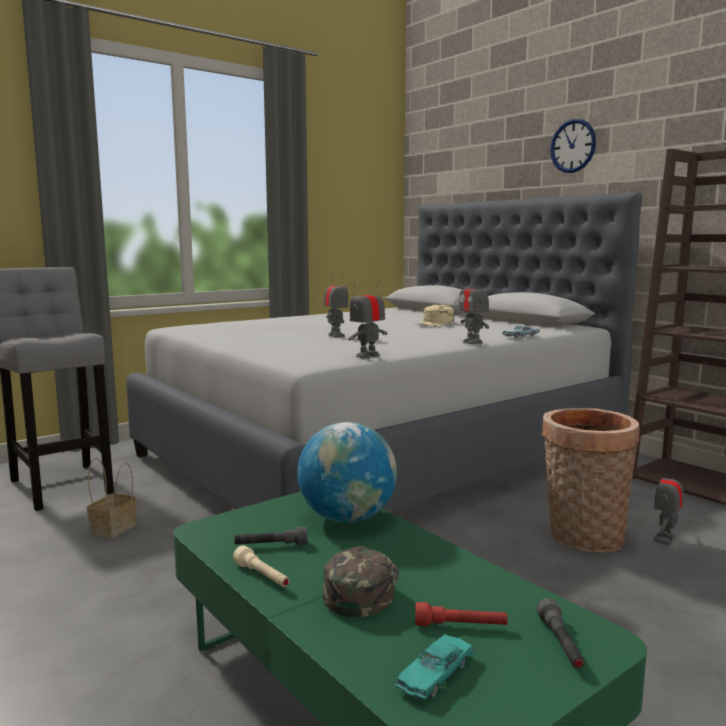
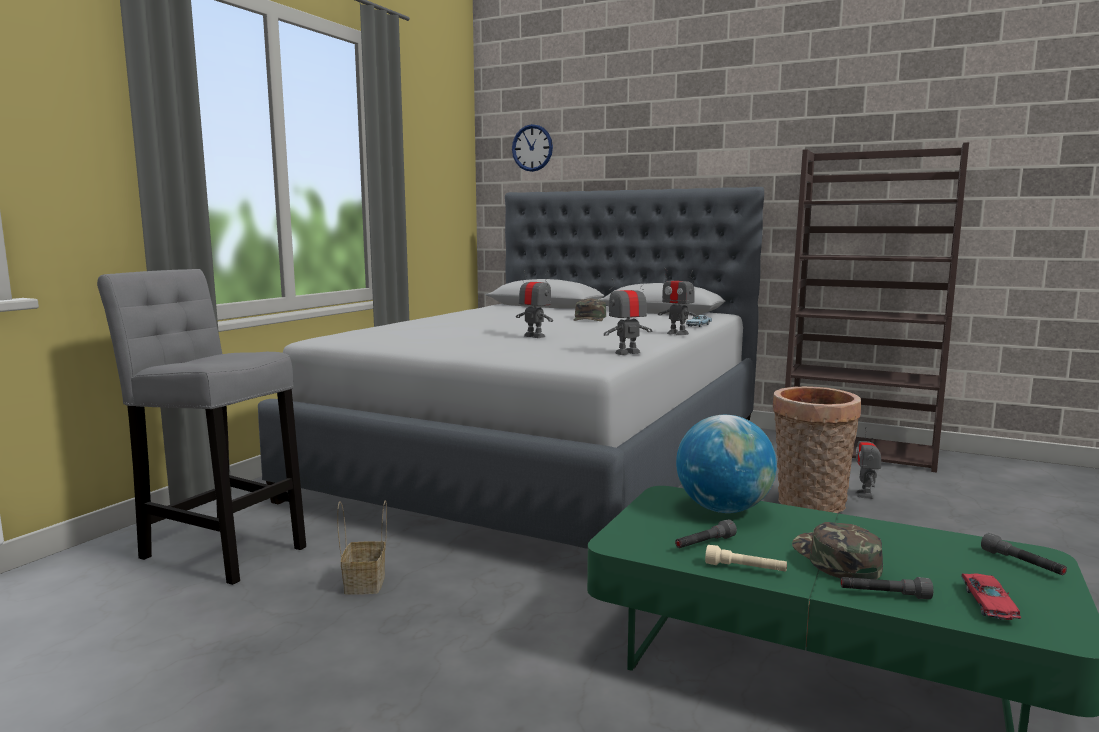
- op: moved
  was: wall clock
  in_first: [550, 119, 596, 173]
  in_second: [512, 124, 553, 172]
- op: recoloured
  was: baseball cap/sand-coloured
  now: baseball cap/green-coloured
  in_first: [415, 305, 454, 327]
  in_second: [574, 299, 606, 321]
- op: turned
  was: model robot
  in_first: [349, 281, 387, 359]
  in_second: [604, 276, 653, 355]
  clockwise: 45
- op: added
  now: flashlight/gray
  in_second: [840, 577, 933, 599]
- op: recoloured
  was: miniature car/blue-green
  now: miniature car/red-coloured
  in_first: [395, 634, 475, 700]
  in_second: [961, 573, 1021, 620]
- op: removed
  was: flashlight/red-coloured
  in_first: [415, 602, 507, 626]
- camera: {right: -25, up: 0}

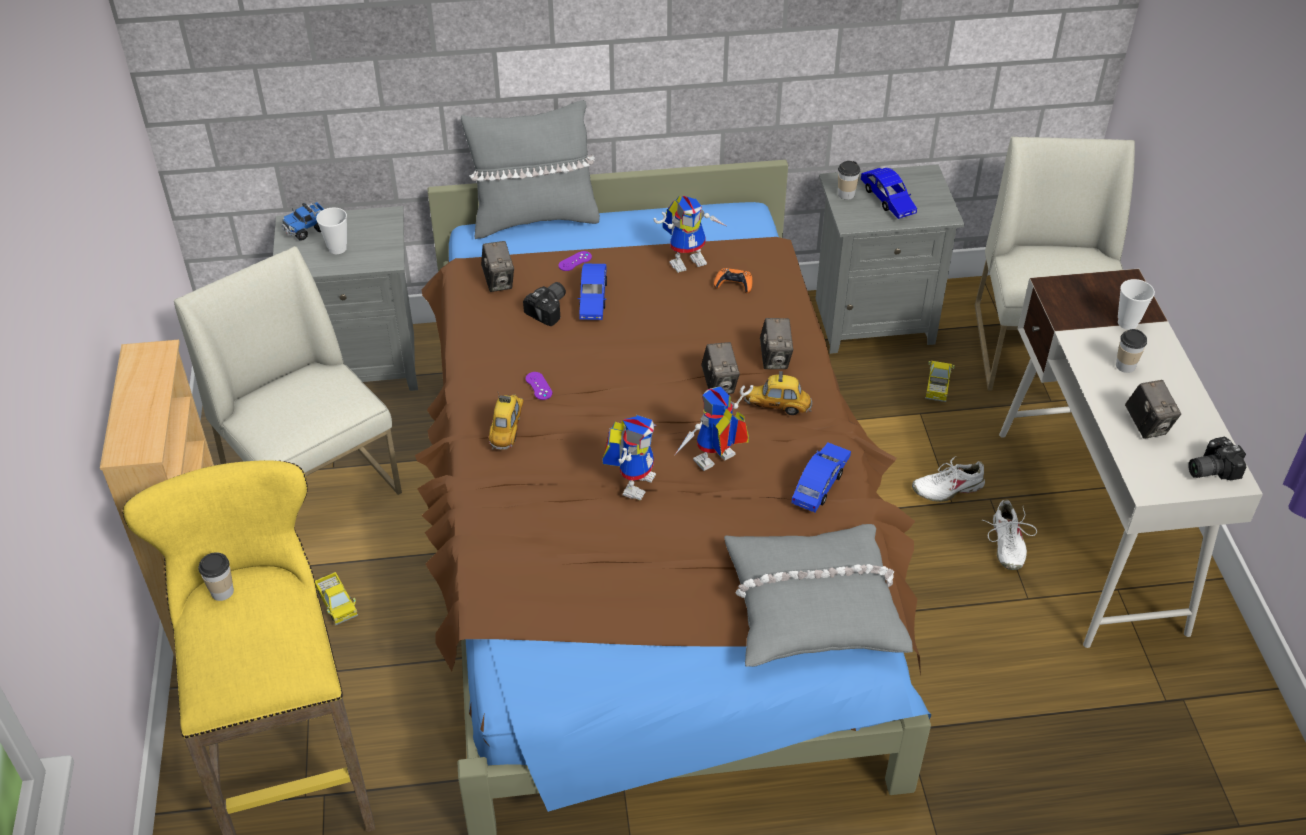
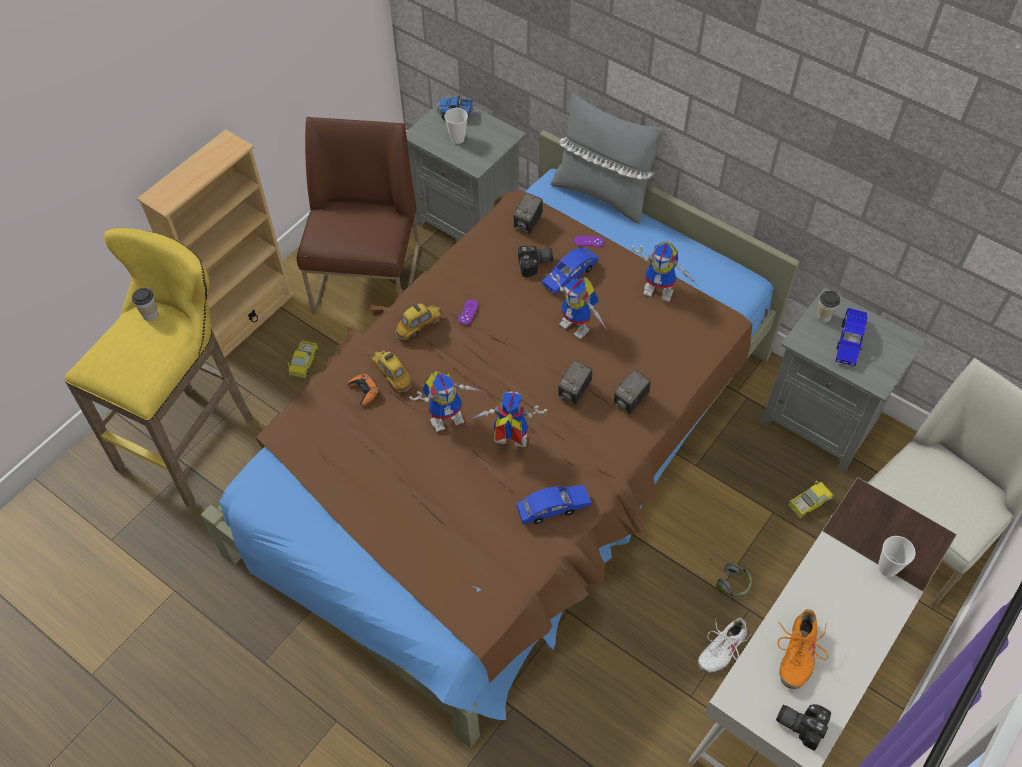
- op: recoloured
  was: plain chair/white-coloured
  now: plain chair/brown-coloured
  in_first: [174, 246, 402, 495]
  in_second: [297, 117, 420, 314]
- op: moved
  was: joypad/orange
  in_first: [714, 268, 752, 293]
  in_second: [348, 374, 379, 406]
- op: moved
  was: miniature car
  in_first: [744, 371, 813, 415]
  in_second: [371, 350, 413, 394]
- op: added
  now: model robot
  in_second: [550, 273, 607, 339]
- op: replaced
  was: shoe/white-coloured
  now: headphones/gray
  in_first: [912, 456, 985, 502]
  in_second: [711, 550, 752, 597]
- op: replaced
  was: still camera
  now: shoe/orange
  in_first: [1125, 380, 1182, 439]
  in_second: [778, 609, 828, 689]
- op: removed
  was: throw pillow/gray
  in_first: [724, 524, 913, 667]
- op: removed
  was: drinking cup
  in_first: [1116, 329, 1147, 373]
- camera: {right: 45, up: 10}

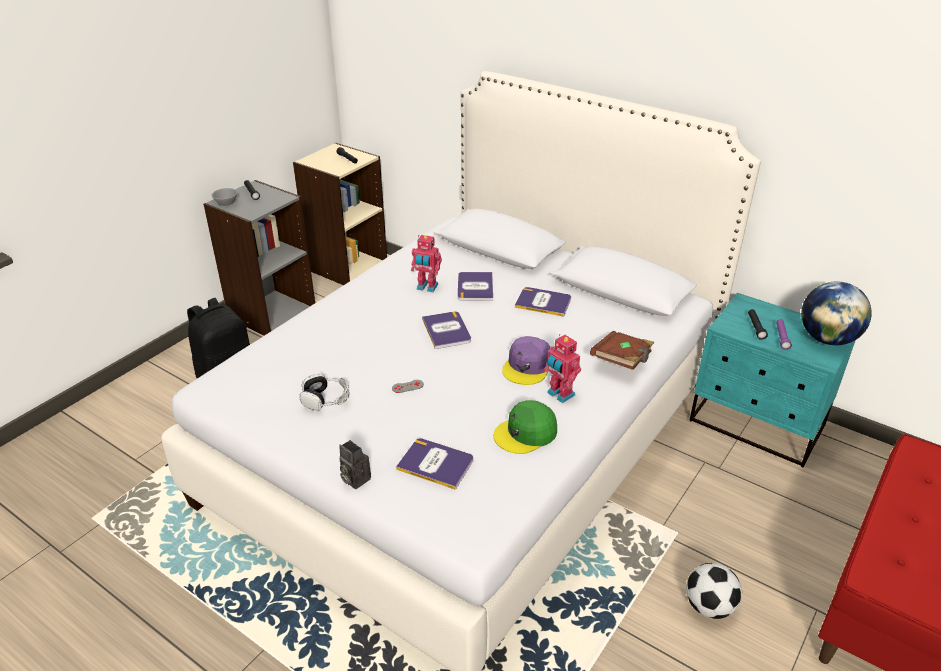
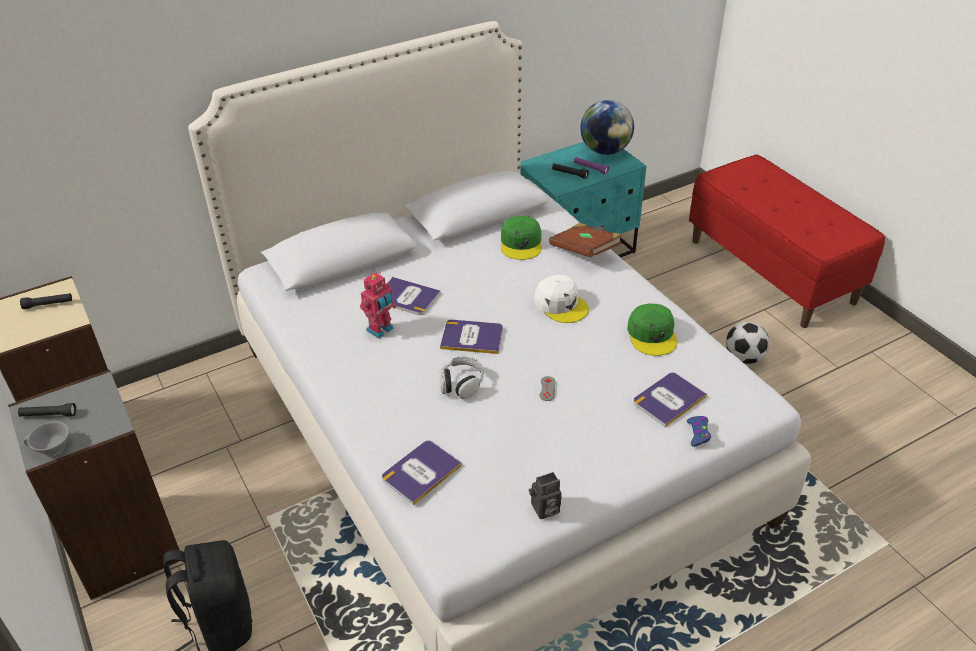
- op: moved
  was: book
  in_first: [515, 287, 571, 317]
  in_second: [382, 441, 462, 505]
- op: moved
  was: headphones
  in_first: [299, 374, 349, 411]
  in_second: [439, 356, 484, 399]
- op: added
  now: baseball cap/green-coloured
  in_second: [501, 216, 542, 260]
- op: moved
  was: still camera
  in_first: [339, 440, 371, 489]
  in_second: [529, 472, 562, 519]
- op: recoloured
  was: baseball cap/purplish
  now: baseball cap/white-coloured
  in_first: [502, 336, 551, 385]
  in_second: [534, 275, 589, 323]
- op: added
  now: joypad/bluish
  in_second: [687, 416, 711, 447]
- op: removed
  was: model robot
  in_first: [544, 334, 581, 403]
- camera: {right: -65, up: 5}

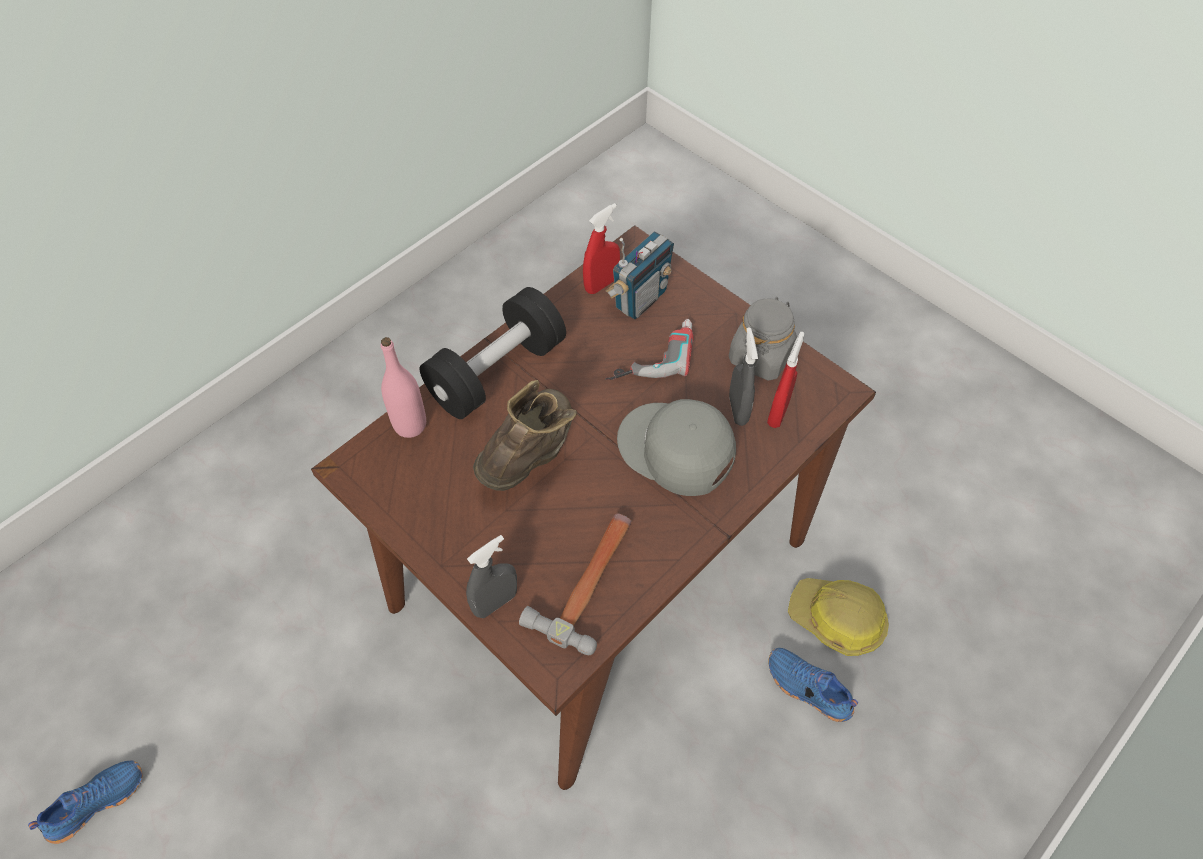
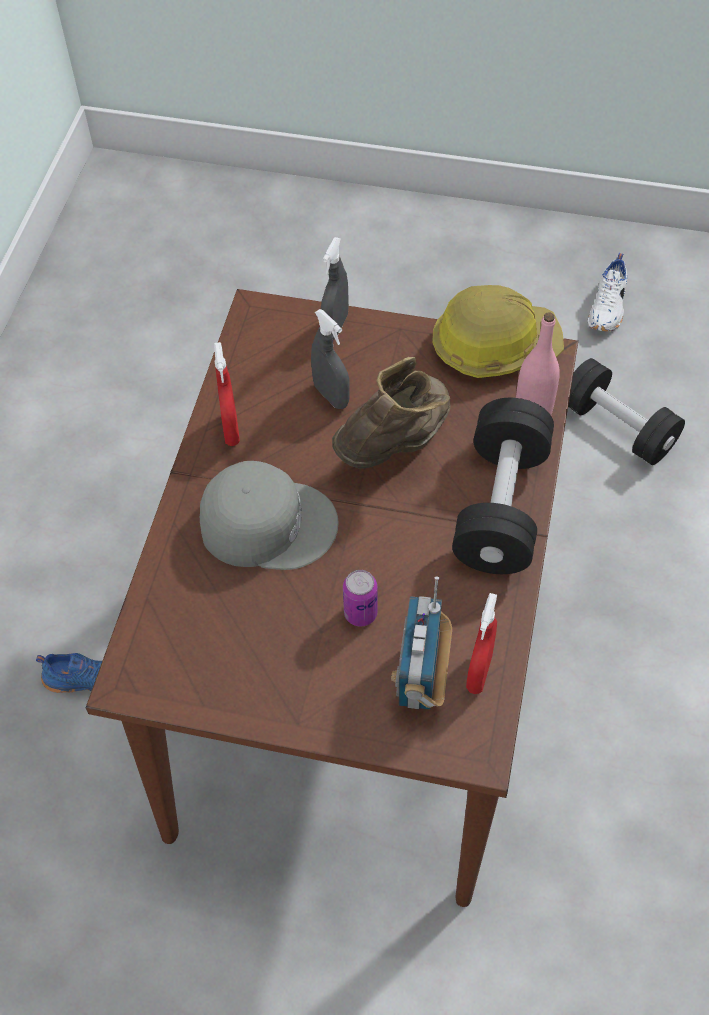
- op: moved
  was: spray bottle/red-coloured
  in_first: [767, 332, 805, 428]
  in_second: [214, 342, 240, 446]
- op: moved
  was: spray bottle/gray
  in_first: [729, 327, 758, 426]
  in_second: [311, 309, 350, 409]
- op: turned
  was: high-top boot/brown-coloured
  in_first: [473, 380, 577, 491]
  in_second: [332, 357, 451, 469]
  clockwise: -135
- op: replaced
  was: drill
  now: metal can
  in_first: [605, 319, 694, 380]
  in_second: [343, 570, 378, 627]
- op: moved
  was: hard hat
  in_first: [788, 578, 889, 656]
  in_second: [433, 285, 564, 378]
- op: added
  now: free weight/black-coloured
  in_second: [568, 358, 685, 465]
- op: recoloured
  was: shoe/bluish
  now: shoe/white-coloured
  in_first: [28, 760, 143, 844]
  in_second: [588, 253, 627, 331]
- op: removed
  was: hammer
  in_first: [519, 513, 631, 655]
- op: removed
  was: storage jar/gray
  in_first: [729, 297, 797, 380]
- camera: {right: 150, up: 0}

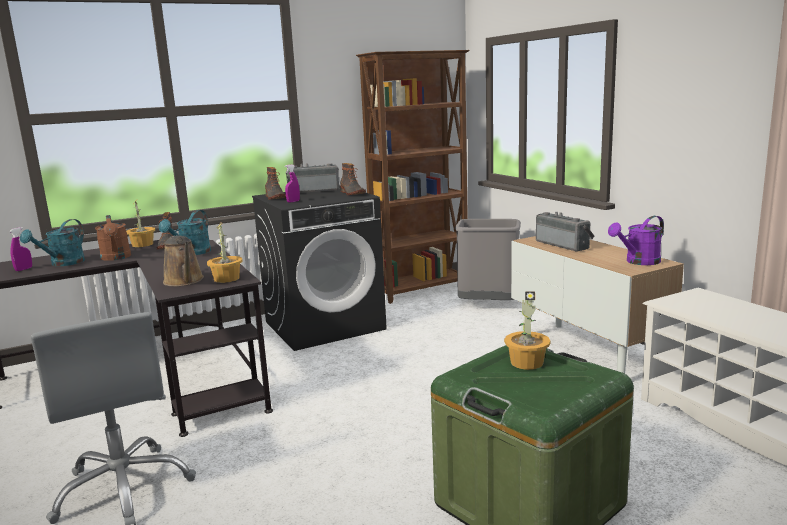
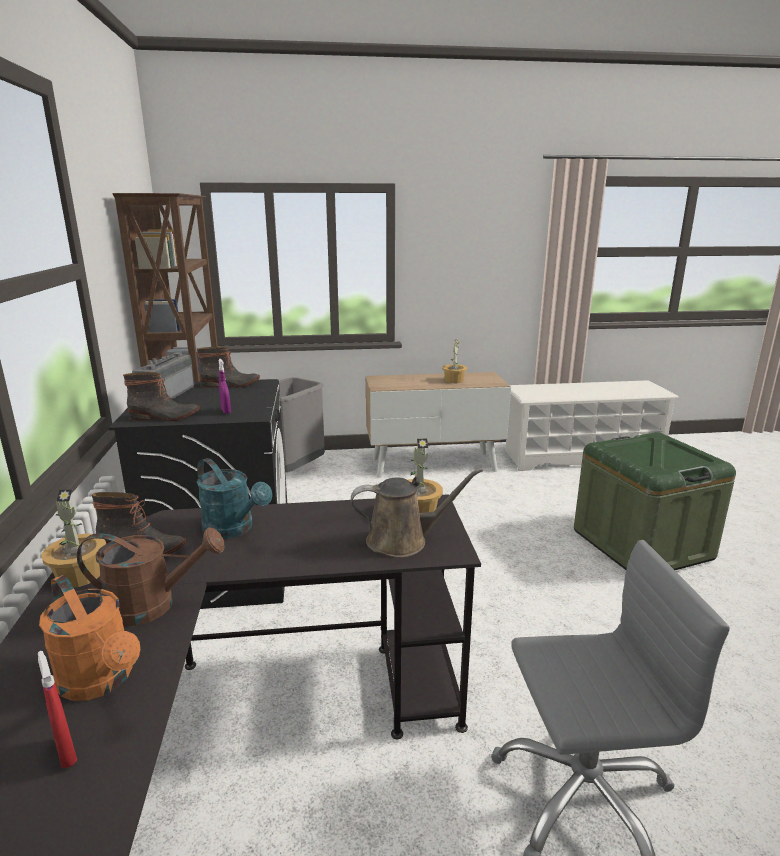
- op: recoloured
  was: spray bottle/purplish
  now: spray bottle/red-coloured
  in_first: [9, 227, 32, 271]
  in_second: [38, 651, 77, 768]
- op: recoloured
  was: sprinkling can/blue-green
  now: sprinkling can/orange
  in_first: [20, 219, 85, 266]
  in_second: [39, 575, 140, 701]
- op: moved
  was: potted plant
  in_first: [504, 291, 550, 370]
  in_second: [442, 339, 467, 383]
- op: removed
  was: radio
  in_first: [536, 212, 594, 252]
- op: removed
  was: sprinkling can/purplish
  in_first: [608, 216, 664, 265]
- camera: {right: -70, up: 5}

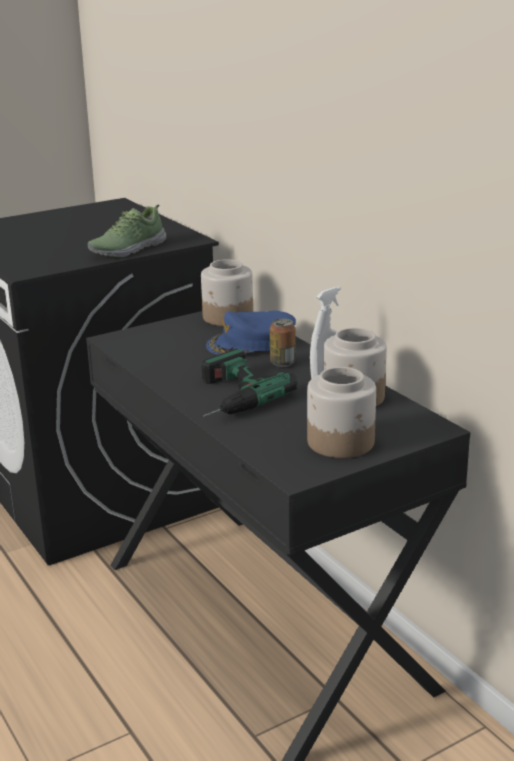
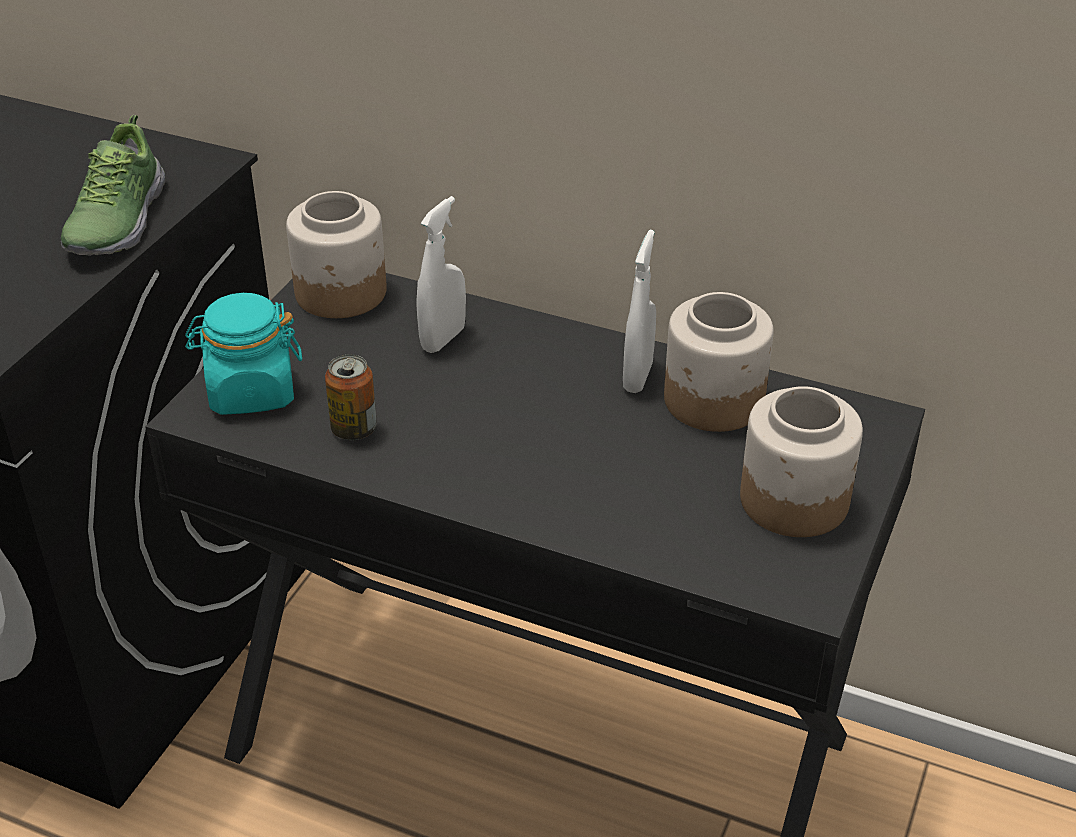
- op: added
  now: storage jar/blue-green
  in_second: [185, 293, 302, 415]
- op: moved
  was: metal can
  in_first: [270, 318, 295, 367]
  in_second: [325, 354, 377, 440]
- op: replaced
  was: baseball cap/bluish
  now: spray bottle/white-coloured
  in_first: [206, 311, 296, 355]
  in_second: [416, 196, 466, 353]
- op: removed
  was: drill
  in_first: [201, 349, 297, 417]
- camera: {right: -35, up: 15}

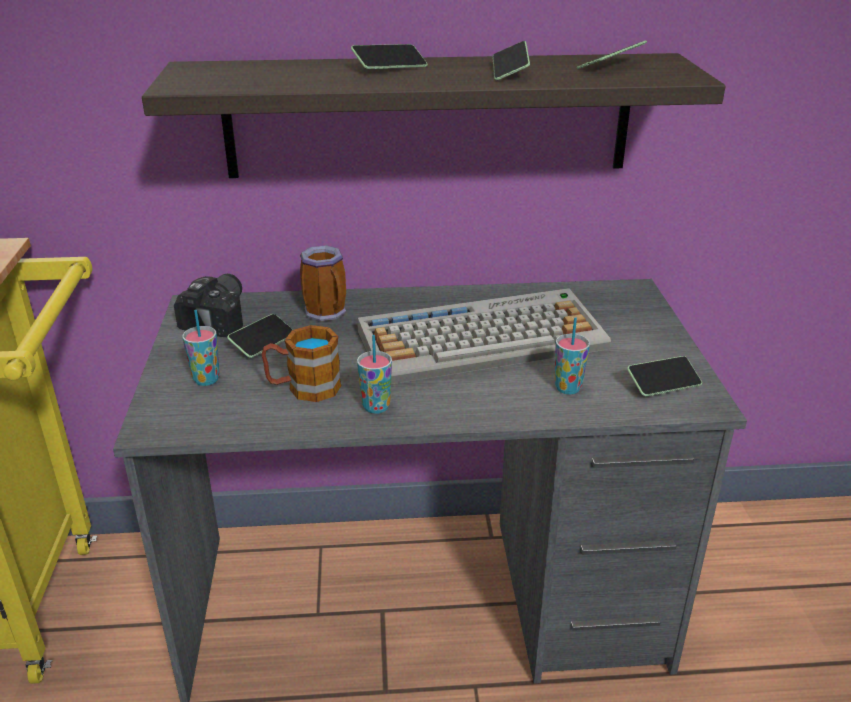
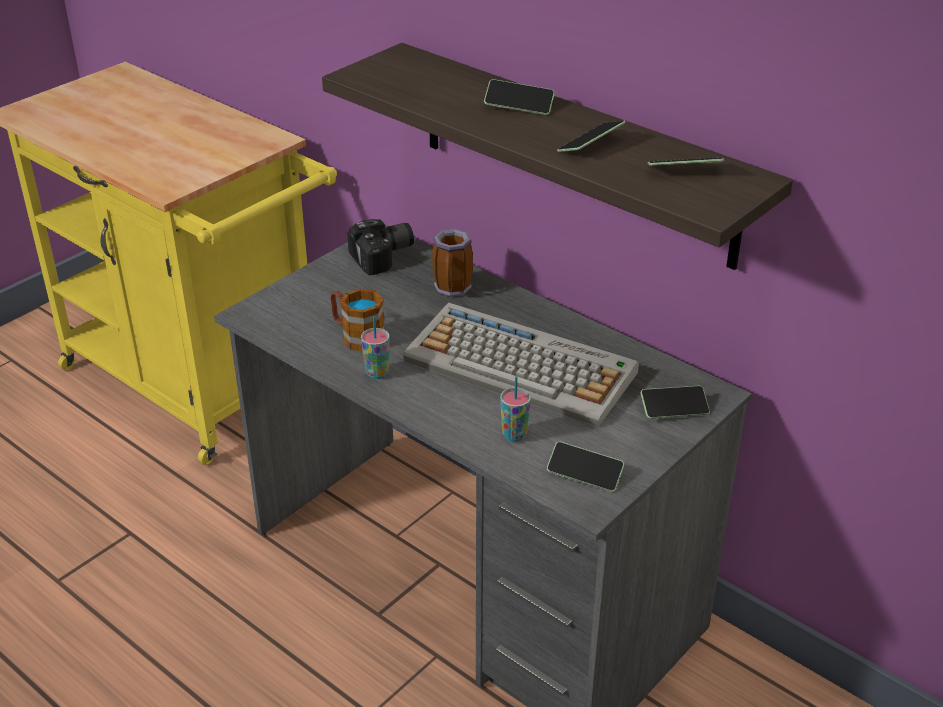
- op: moved
  was: telephone
  in_first: [227, 314, 293, 358]
  in_second: [641, 386, 710, 419]
- op: removed
  was: drinking cup
  in_first: [182, 310, 220, 386]
- camera: {right: 45, up: 5}

